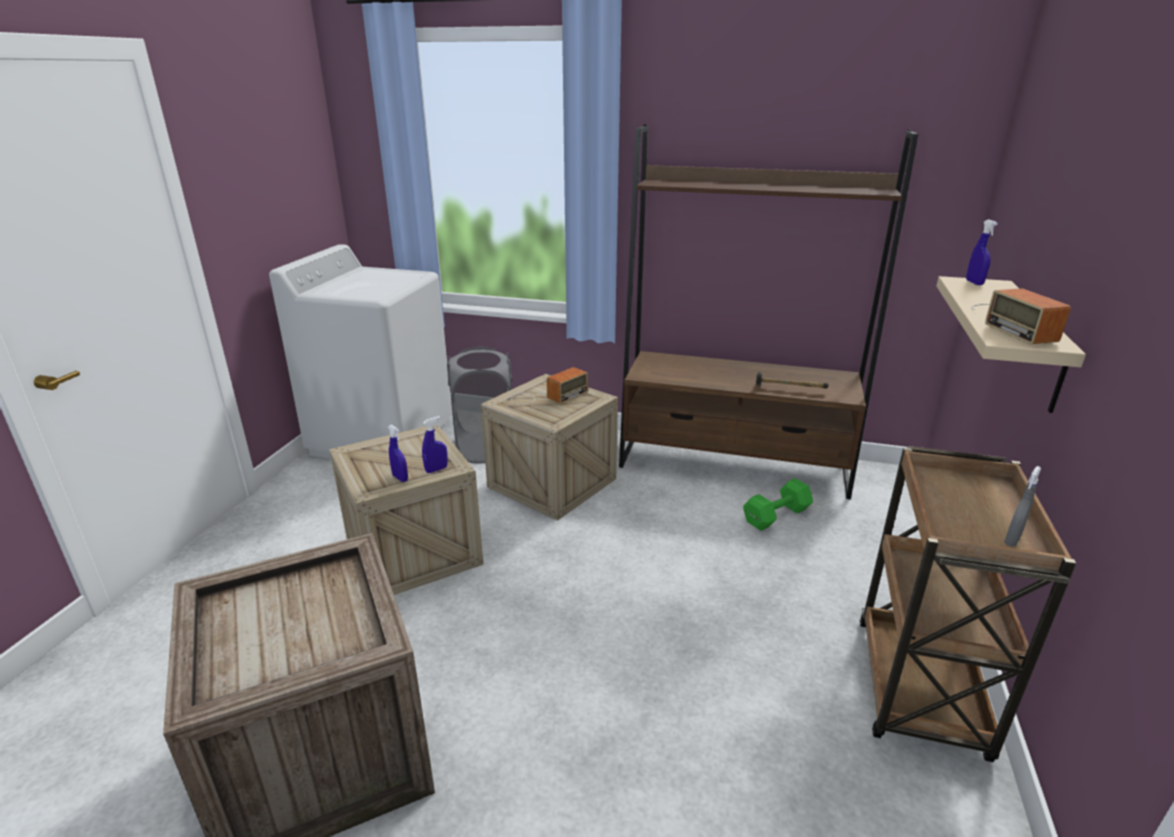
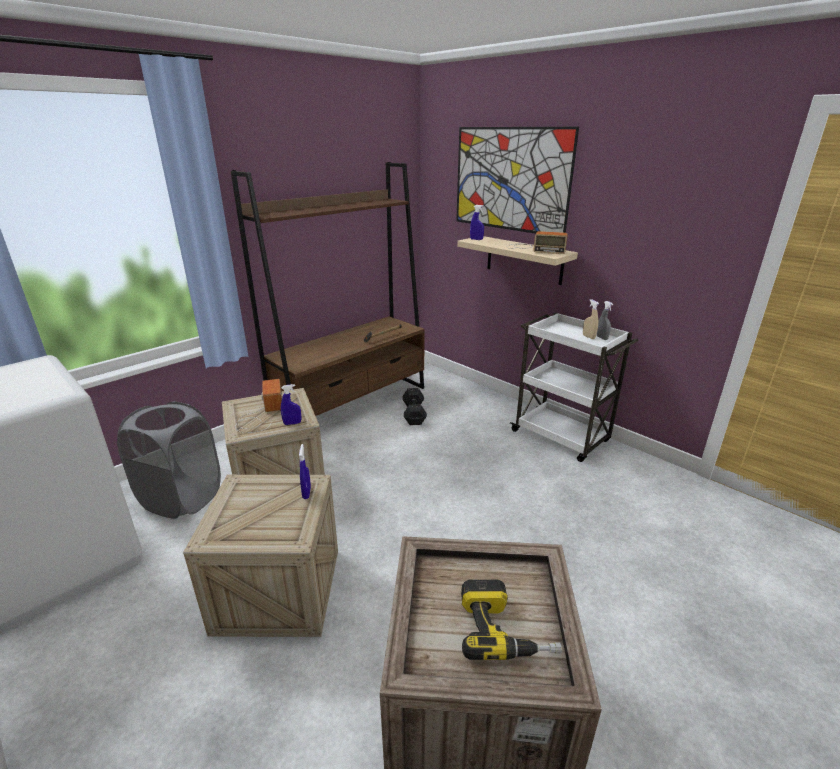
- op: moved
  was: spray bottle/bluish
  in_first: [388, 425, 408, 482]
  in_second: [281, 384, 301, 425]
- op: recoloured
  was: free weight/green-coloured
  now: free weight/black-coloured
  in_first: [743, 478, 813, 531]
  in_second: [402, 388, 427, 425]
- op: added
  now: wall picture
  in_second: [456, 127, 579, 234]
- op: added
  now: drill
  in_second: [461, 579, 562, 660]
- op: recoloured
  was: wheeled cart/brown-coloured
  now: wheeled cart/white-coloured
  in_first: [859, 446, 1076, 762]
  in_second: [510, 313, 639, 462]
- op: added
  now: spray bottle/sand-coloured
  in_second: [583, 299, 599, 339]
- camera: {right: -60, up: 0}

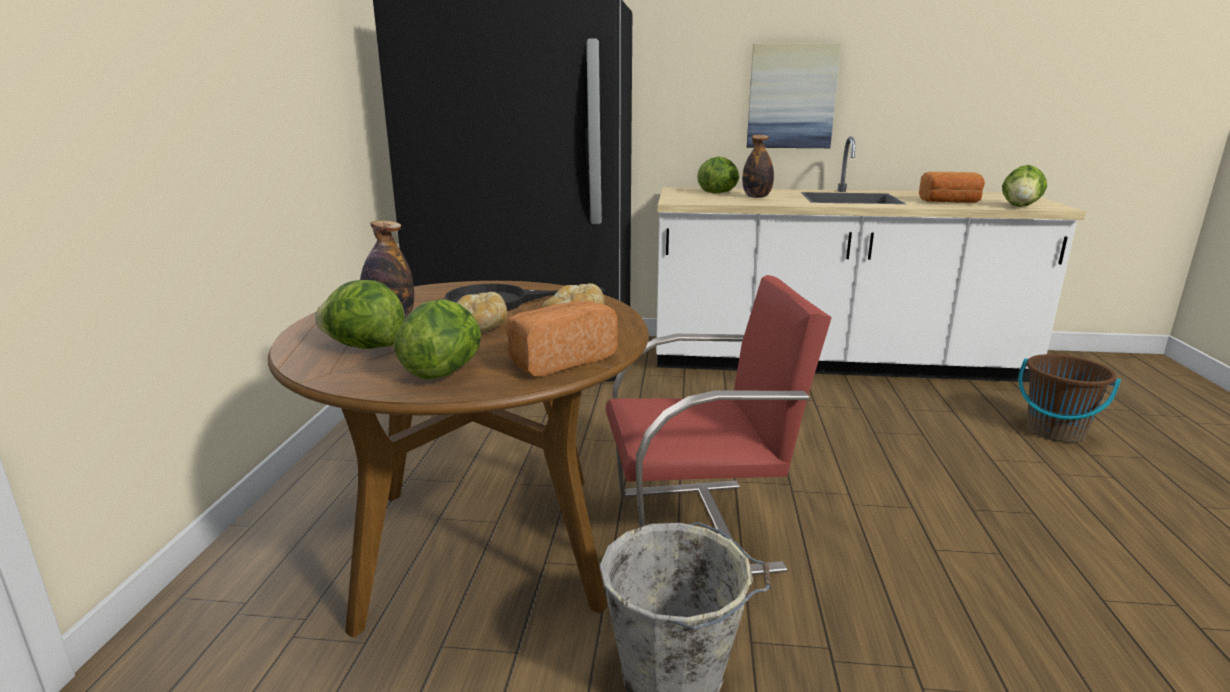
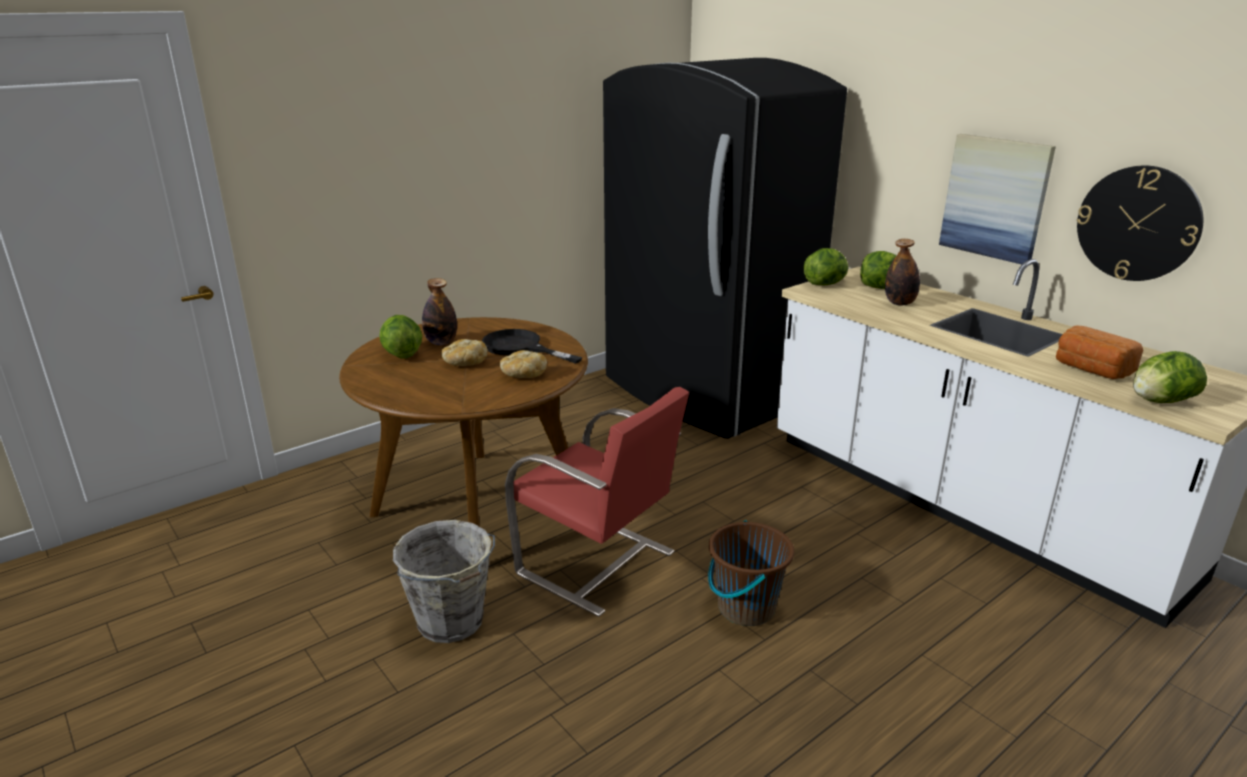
- op: moved
  was: pail/brown-coloured
  in_first: [1018, 354, 1121, 443]
  in_second: [708, 520, 794, 626]
- op: moved
  was: head of lettuce
  in_first: [394, 299, 481, 380]
  in_second: [804, 248, 848, 285]
- op: added
  now: wall clock
  in_second: [1077, 165, 1203, 281]
- op: removed
  was: bakery bread
  in_first: [505, 301, 618, 377]
- camera: {right: 45, up: 5}

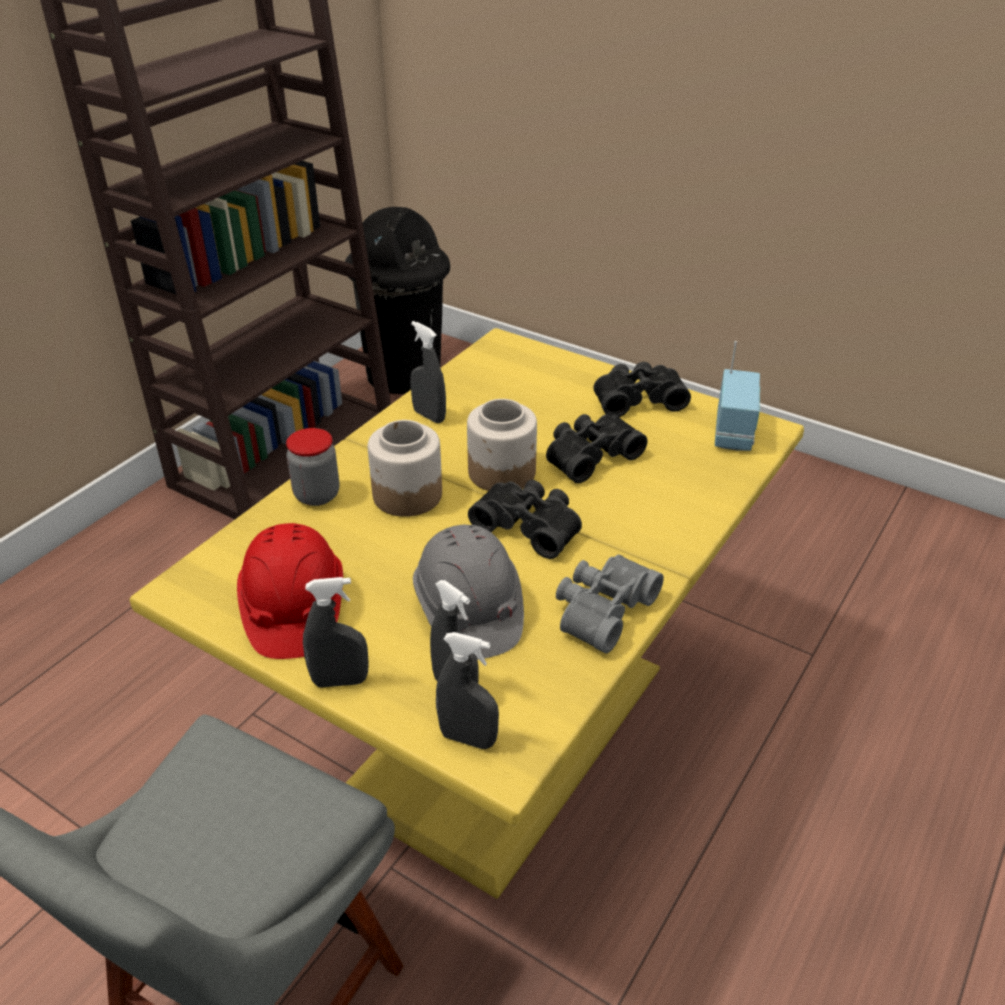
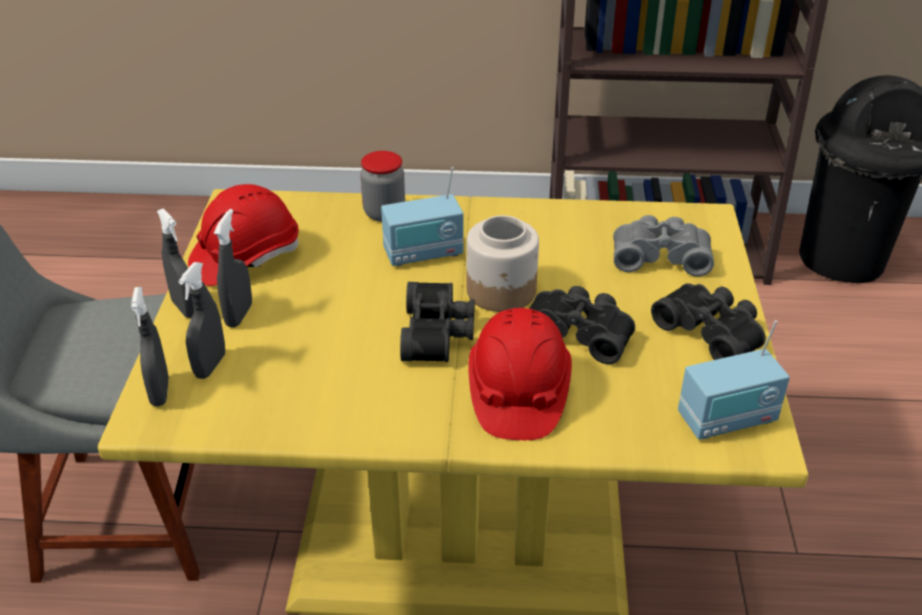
- op: moved
  was: spray bottle/gray
  in_first: [410, 321, 446, 423]
  in_second: [214, 209, 252, 328]
- op: replaced
  was: storage jar
  now: radio
  in_first: [368, 420, 442, 517]
  in_second: [381, 167, 464, 267]
- op: added
  now: hard hat/red-coloured
  in_second: [468, 308, 572, 440]
- op: moved
  was: field glasses/gray
  in_first: [556, 554, 664, 654]
  in_second: [613, 215, 714, 277]
- op: removed
  was: hard hat/gray
  in_first: [413, 524, 524, 660]
- camera: {right: 60, up: 0}

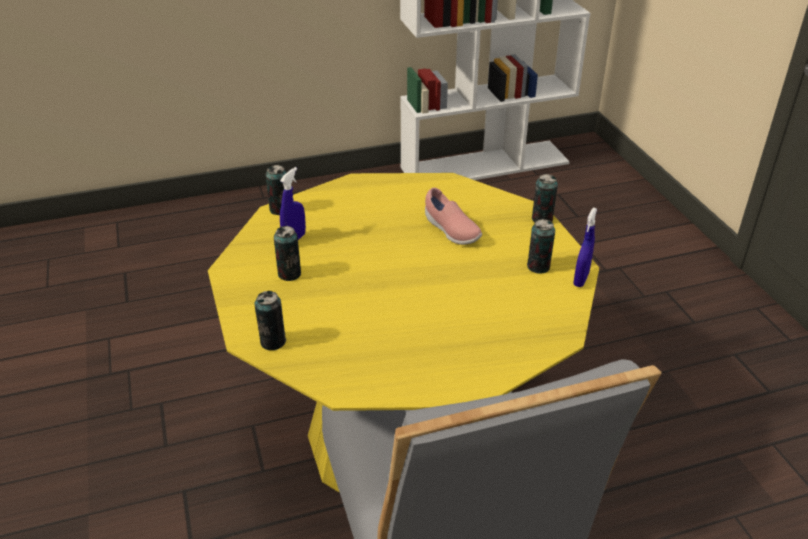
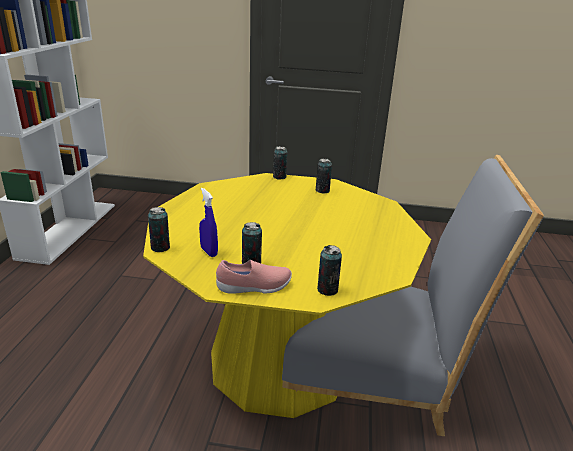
- op: moved
  was: shoe/pinkish
  in_first: [425, 188, 482, 245]
  in_second: [216, 260, 292, 294]
- op: removed
  was: spray bottle/bluish
  in_first: [573, 208, 597, 287]
- camera: {right: -65, up: -10}

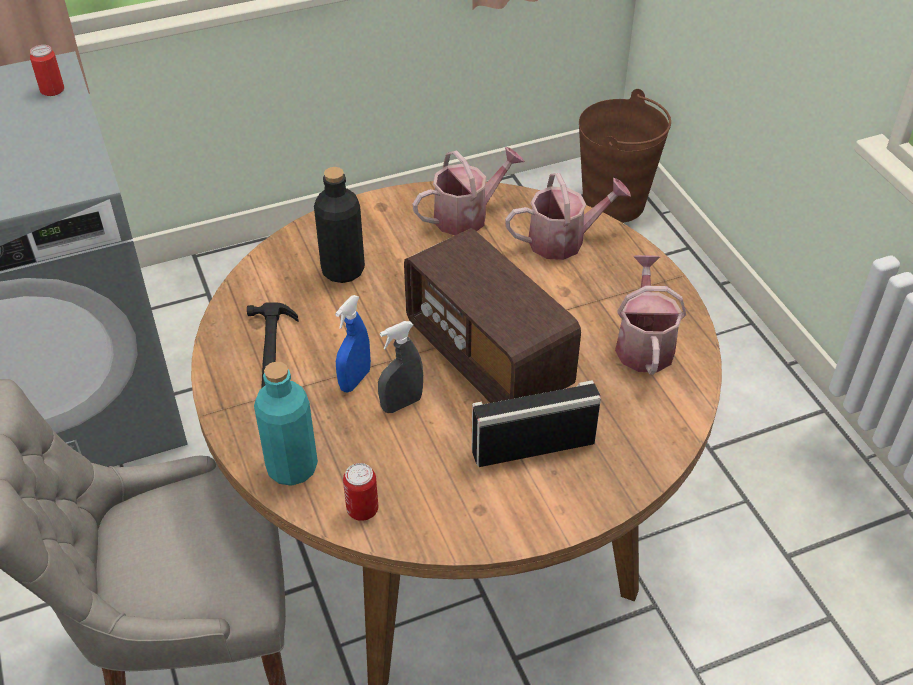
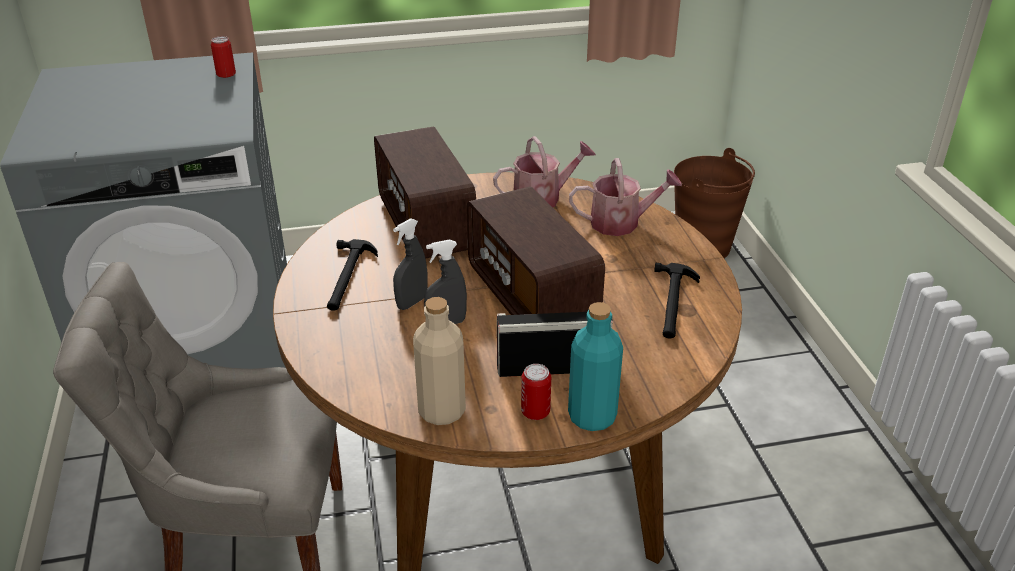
- op: replaced
  was: beverage bottle/black-coloured
  now: radio
  in_first: [314, 167, 365, 283]
  in_second: [374, 126, 476, 259]
- op: recoloured
  was: spray bottle/bluish
  now: spray bottle/gray
  in_first: [335, 295, 371, 392]
  in_second: [393, 218, 428, 310]
- op: added
  now: beverage bottle/sand-coloured
  in_second: [413, 297, 466, 425]
- op: moved
  was: metal can
  in_first: [343, 463, 378, 521]
  in_second: [521, 364, 551, 420]
- op: moved
  was: beverage bottle/blue-green
  in_first: [254, 362, 318, 486]
  in_second: [568, 302, 623, 431]
- op: replaced
  was: sprinkling can
  now: hammer
  in_first: [615, 255, 686, 375]
  in_second: [654, 263, 700, 339]
- camera: {right: 10, up: -10}

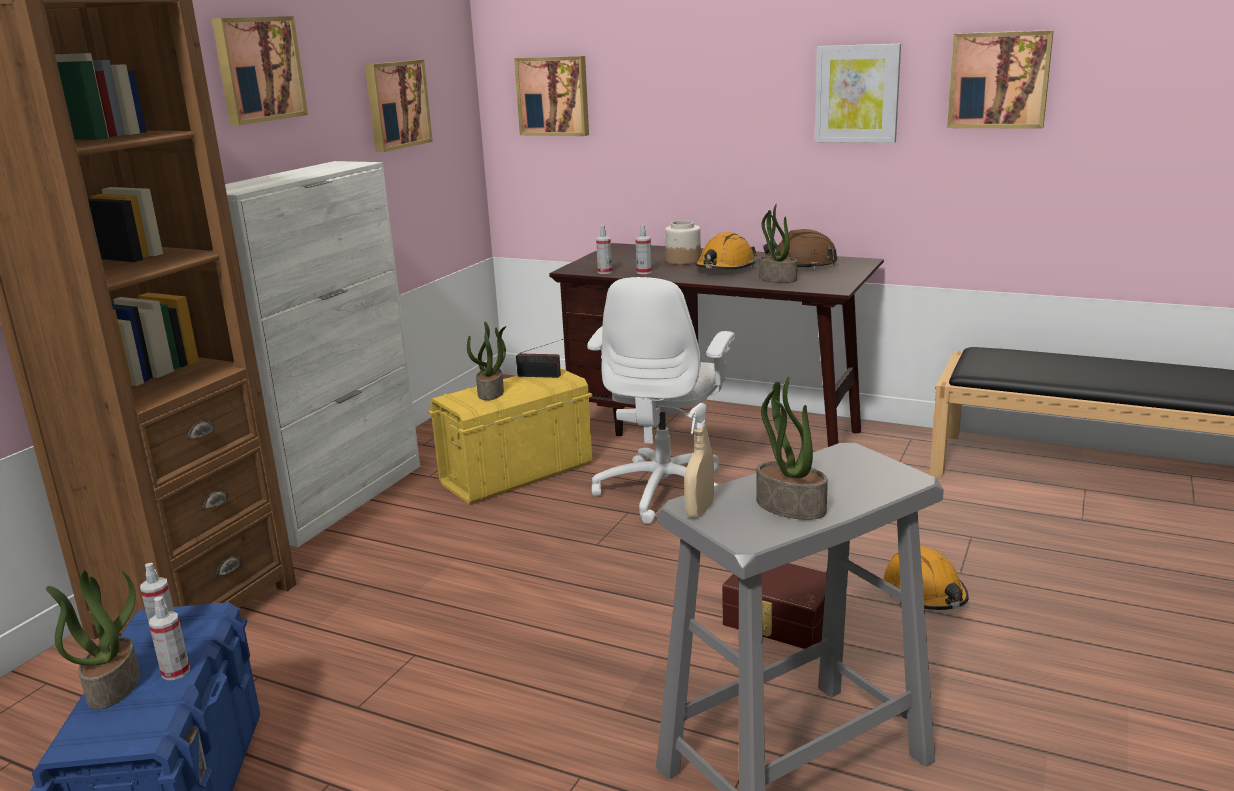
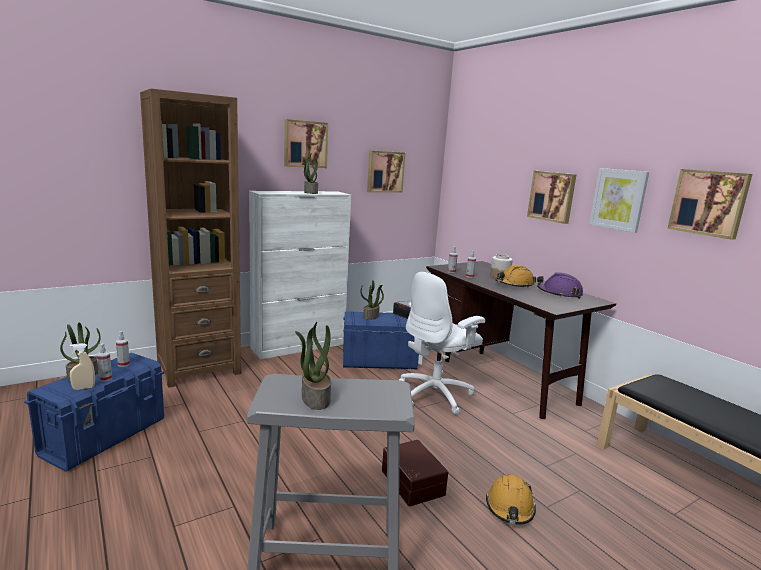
- op: moved
  was: spray bottle/sand-coloured
  in_first: [684, 403, 714, 518]
  in_second: [70, 343, 95, 390]
- op: moved
  was: potted plant
  in_first: [759, 204, 798, 283]
  in_second: [302, 153, 318, 194]
- op: recoloured
  was: storage bin/yellow-coloured
  now: storage bin/bluish
  in_first: [428, 368, 592, 504]
  in_second: [343, 311, 419, 369]
- op: moved
  was: wall picture
  in_first: [514, 56, 589, 136]
  in_second: [527, 171, 576, 224]
- op: recoloured
  was: hard hat/brown-coloured
  now: hard hat/purplish
  in_first: [763, 229, 838, 269]
  in_second: [537, 272, 583, 299]
- camera: {right: 30, up: -5}

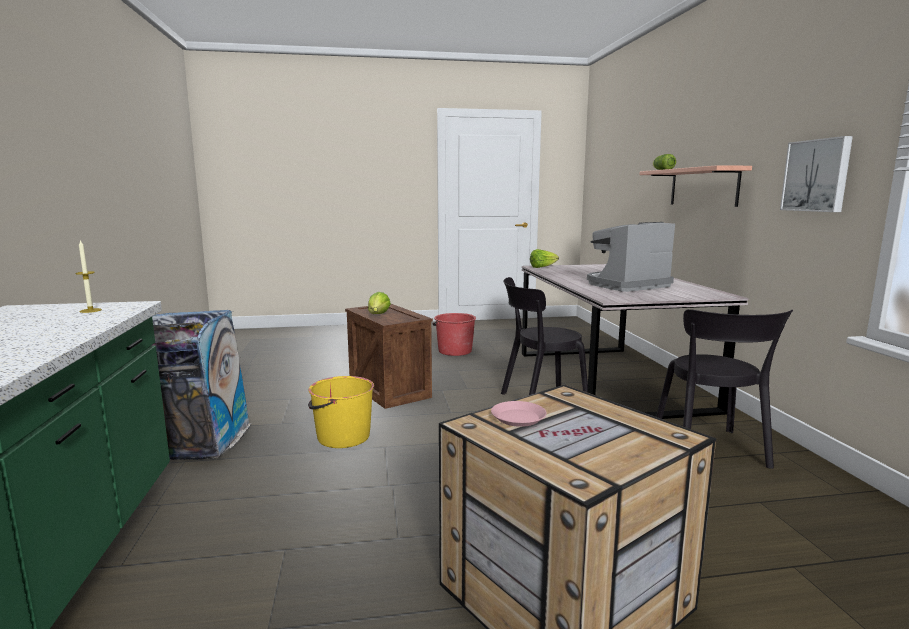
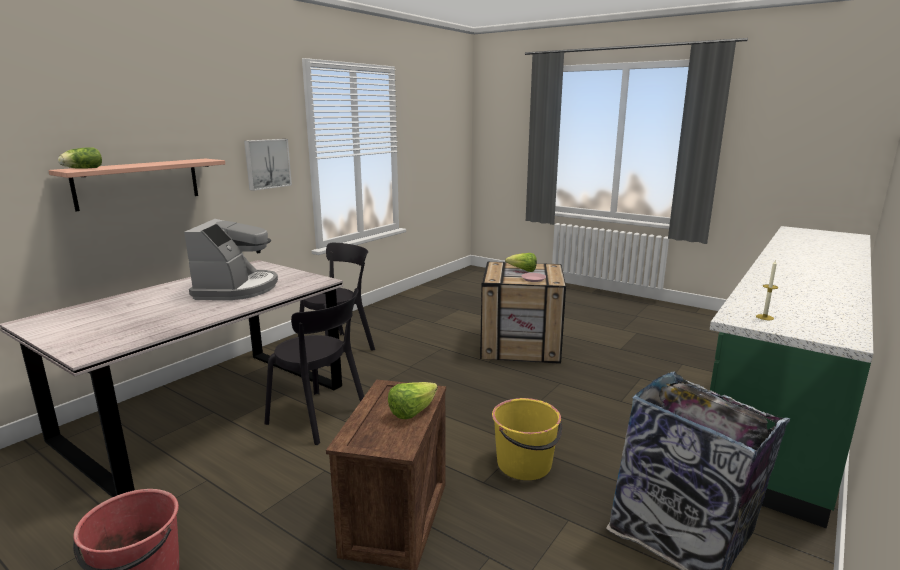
- op: turned
  was: coffee brewer
  in_first: [587, 222, 675, 292]
  in_second: [184, 219, 278, 300]
  clockwise: -105
- op: moved
  was: head of lettuce
  in_first: [530, 249, 559, 268]
  in_second: [505, 253, 537, 272]
- camera: {right: -135, up: 5}

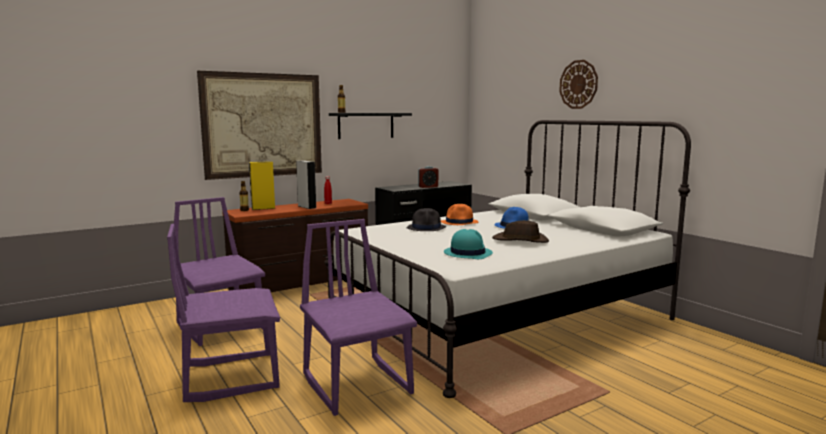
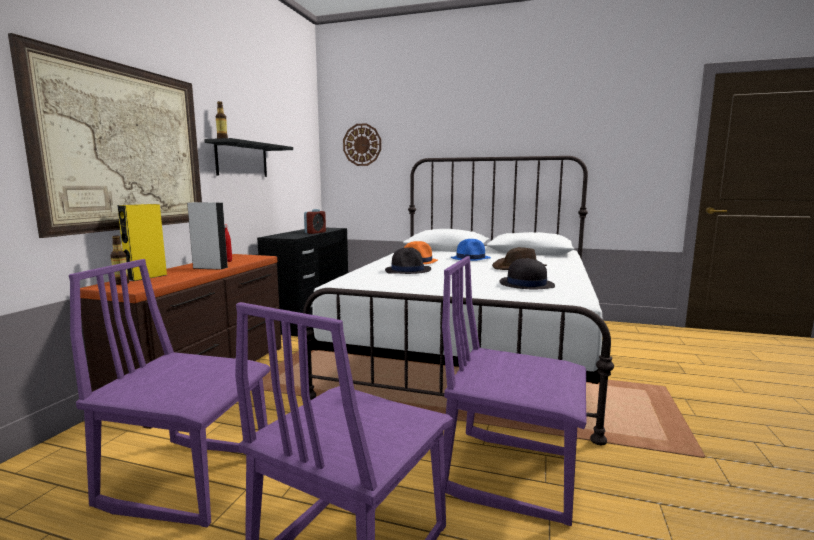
- op: moved
  was: wall clock
  in_first: [559, 60, 598, 109]
  in_second: [343, 123, 381, 166]
- op: recoloured
  was: clothing hat/blue-green
  now: clothing hat/black-coloured
  in_first: [444, 229, 493, 259]
  in_second: [499, 258, 555, 289]
- camera: {right: -40, up: 0}

